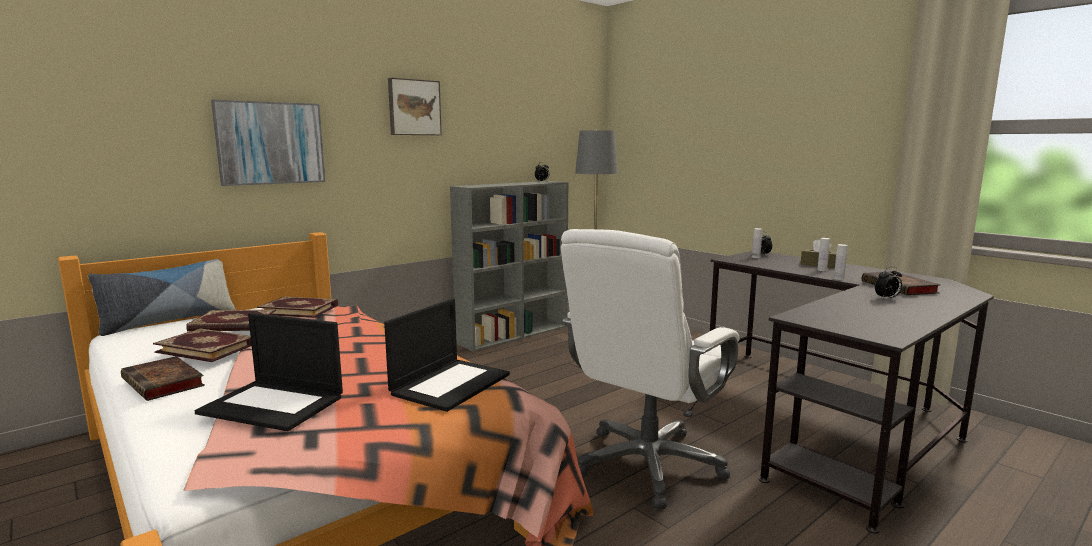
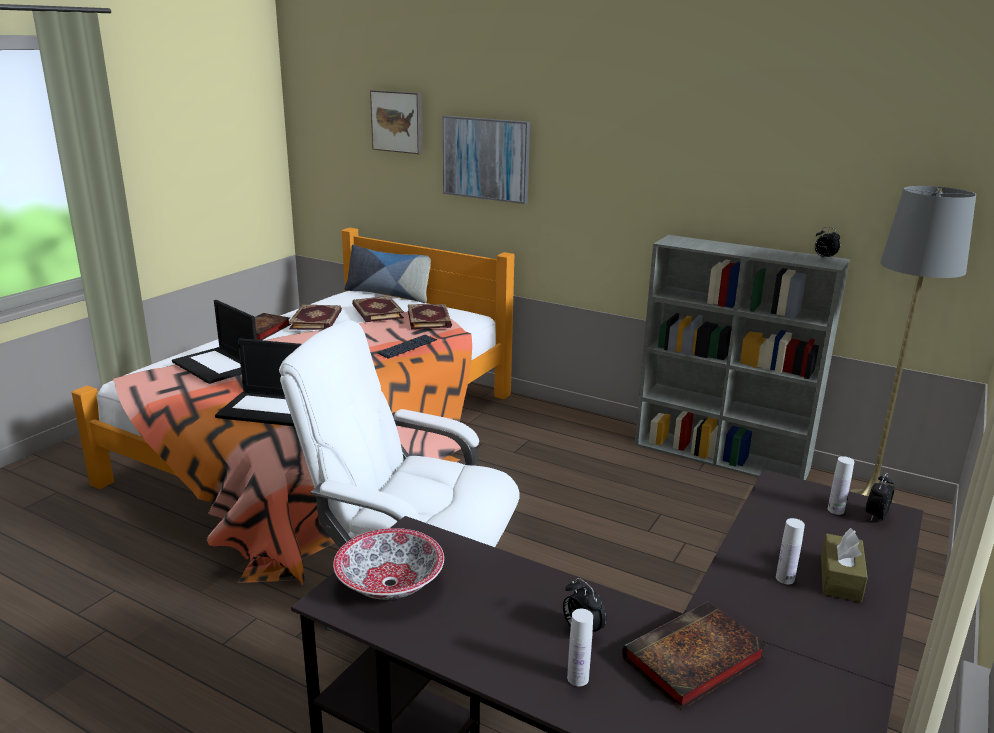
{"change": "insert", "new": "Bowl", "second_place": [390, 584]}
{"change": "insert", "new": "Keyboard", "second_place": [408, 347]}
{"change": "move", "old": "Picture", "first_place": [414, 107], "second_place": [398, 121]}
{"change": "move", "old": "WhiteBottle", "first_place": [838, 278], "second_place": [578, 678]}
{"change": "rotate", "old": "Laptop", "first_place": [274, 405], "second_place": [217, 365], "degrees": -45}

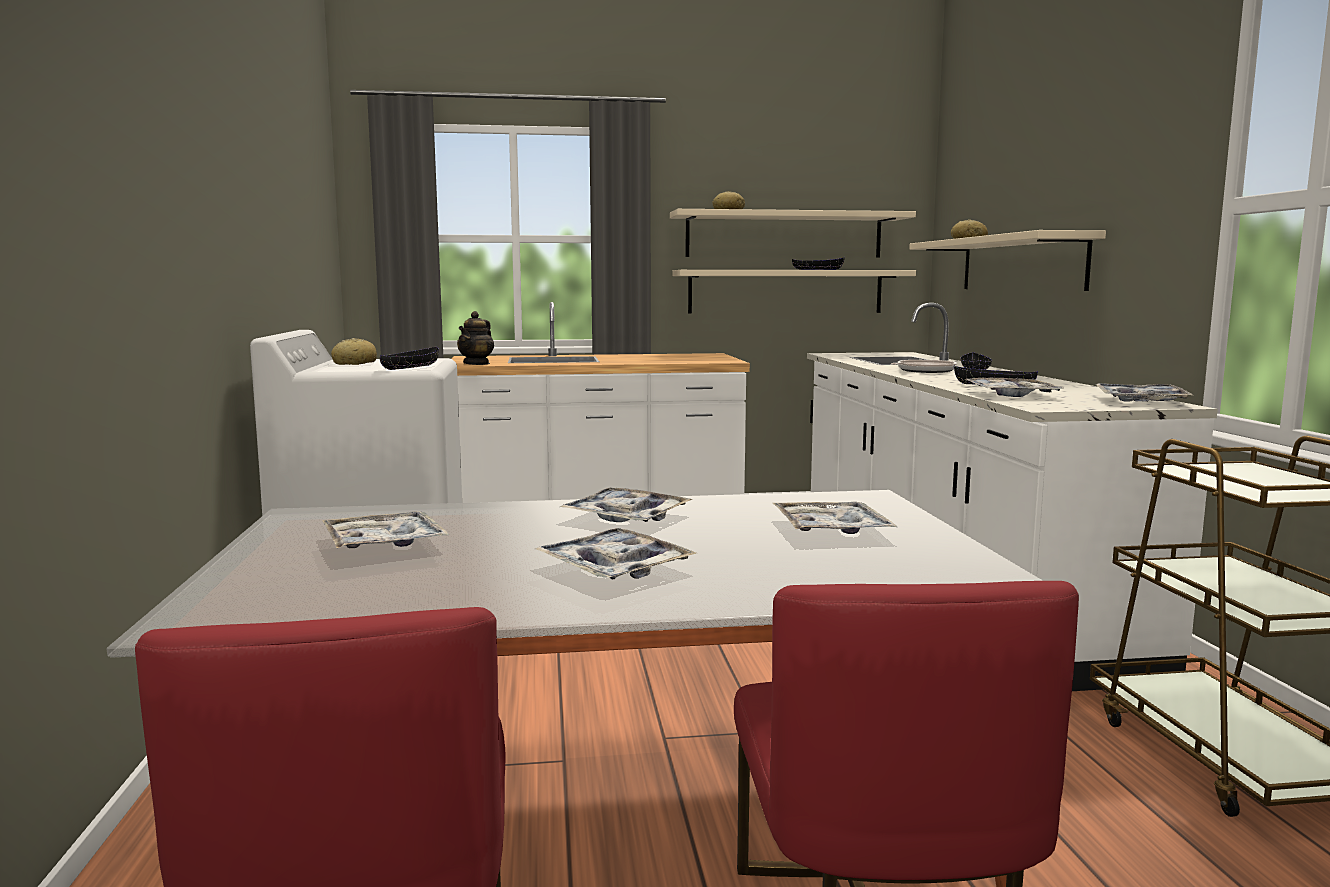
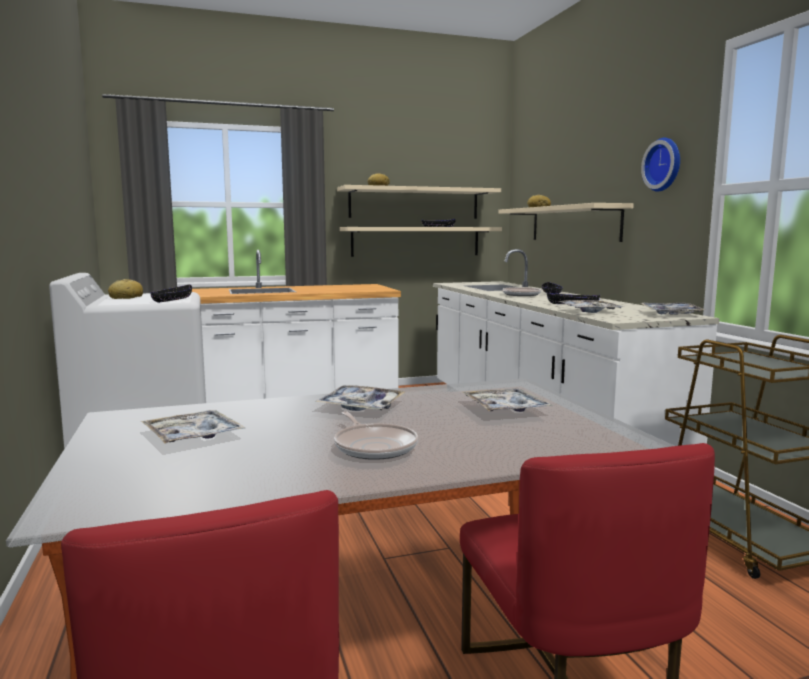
{"change": "delete", "old": "Teapot", "first_place": [477, 364]}
{"change": "insert", "new": "WallClock", "second_place": [664, 164]}
{"change": "replace", "old": "Tray", "new": "FryingPan", "first_place": [614, 568], "second_place": [374, 446]}

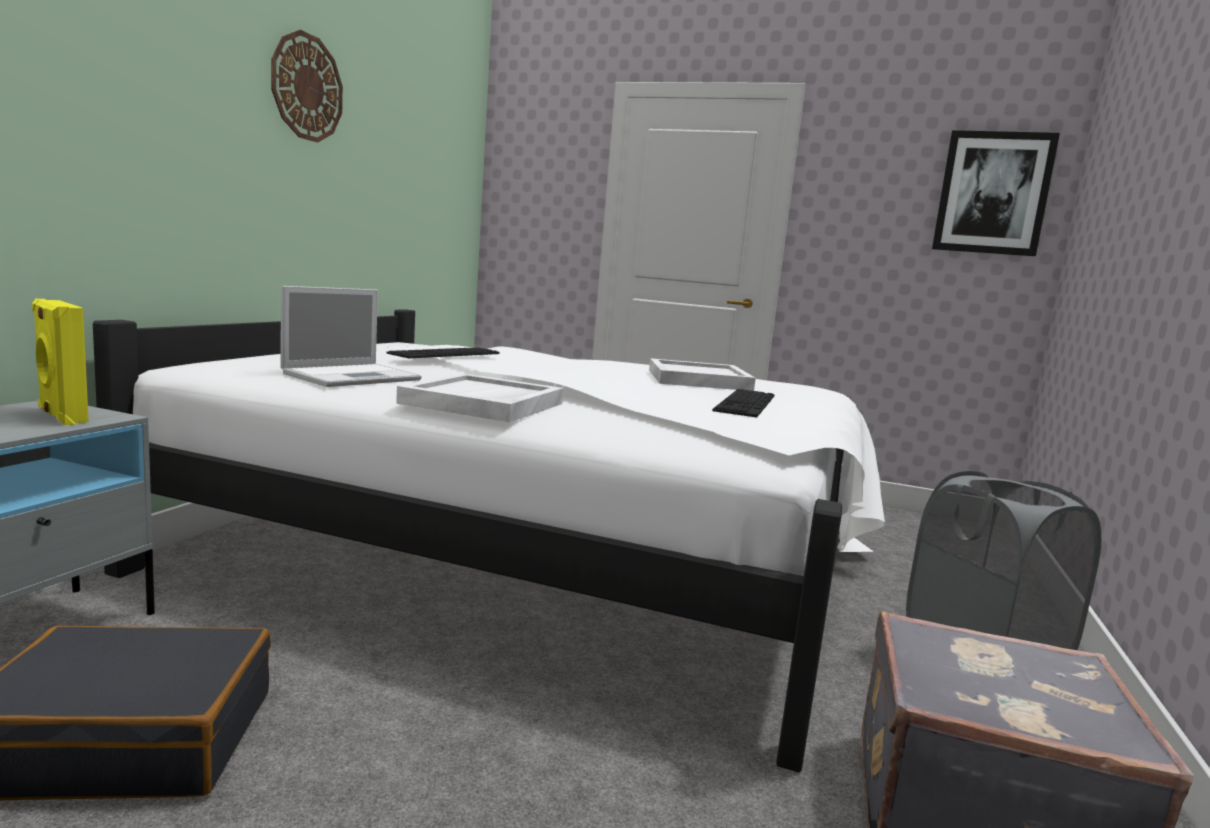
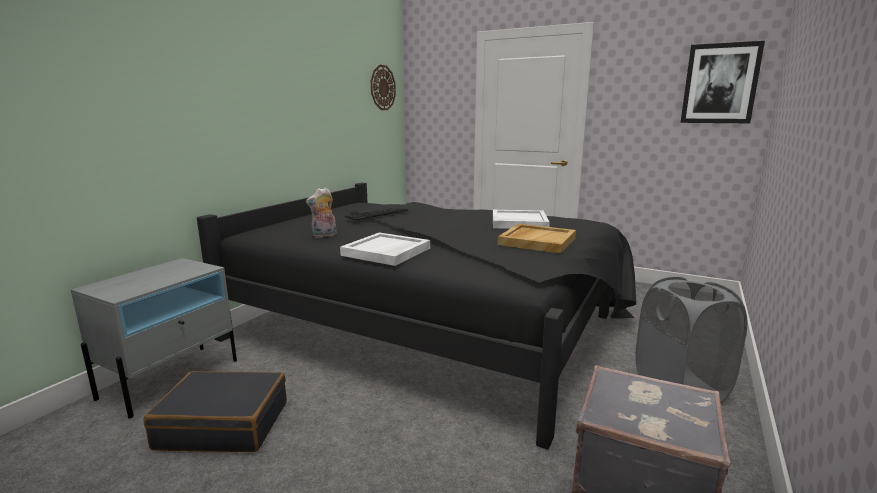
{"change": "delete", "old": "YellowSpeaker", "first_place": [61, 416]}
{"change": "move", "old": "WallClock", "first_place": [307, 87], "second_place": [382, 87]}
{"change": "replace", "old": "Laptop", "new": "PlushToy", "first_place": [354, 376], "second_place": [324, 236]}
{"change": "replace", "old": "Keyboard", "new": "BeigeTray", "first_place": [745, 403], "second_place": [537, 241]}
{"change": "recolor", "old": "WhiteBed", "new": "BlackBed", "first_place": [545, 555], "second_place": [436, 324]}

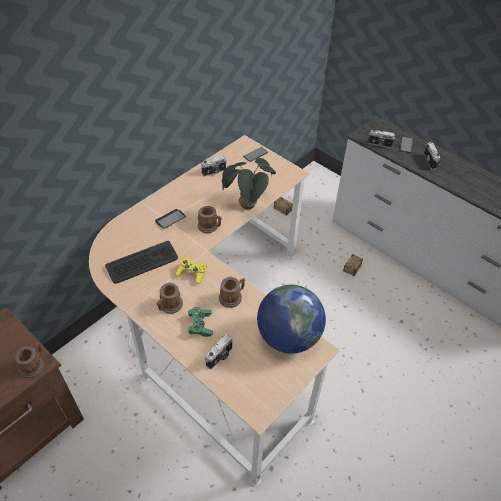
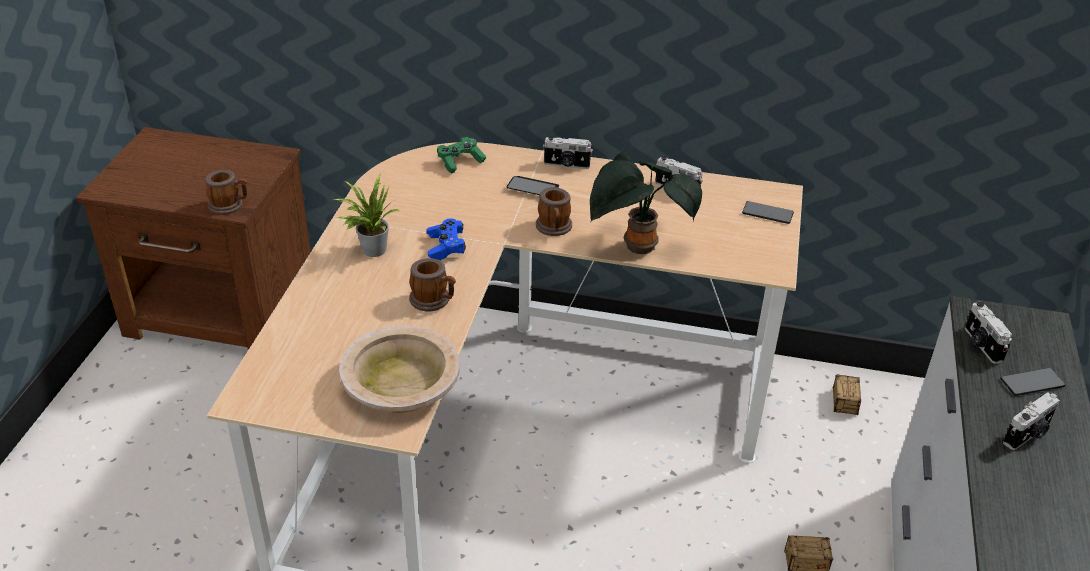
{"change": "delete", "old": "Keyboard", "first_place": [142, 263]}
{"change": "move", "old": "GreenGameController", "first_place": [200, 325], "second_place": [460, 162]}
{"change": "move", "old": "PhotoCamera", "first_place": [220, 357], "second_place": [566, 165]}
{"change": "replace", "old": "Mug", "new": "PottedPlant", "first_place": [169, 306], "second_place": [370, 249]}
{"change": "replace", "old": "Globe", "new": "BeigeBowl", "first_place": [288, 337], "second_place": [400, 384]}
{"change": "recolor", "old": "YellowGameController", "new": "BlueGameController", "first_place": [192, 274], "second_place": [446, 247]}

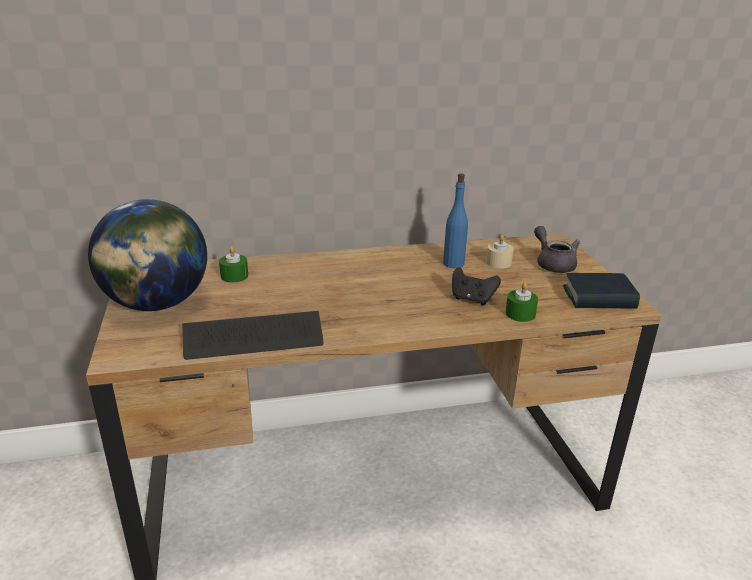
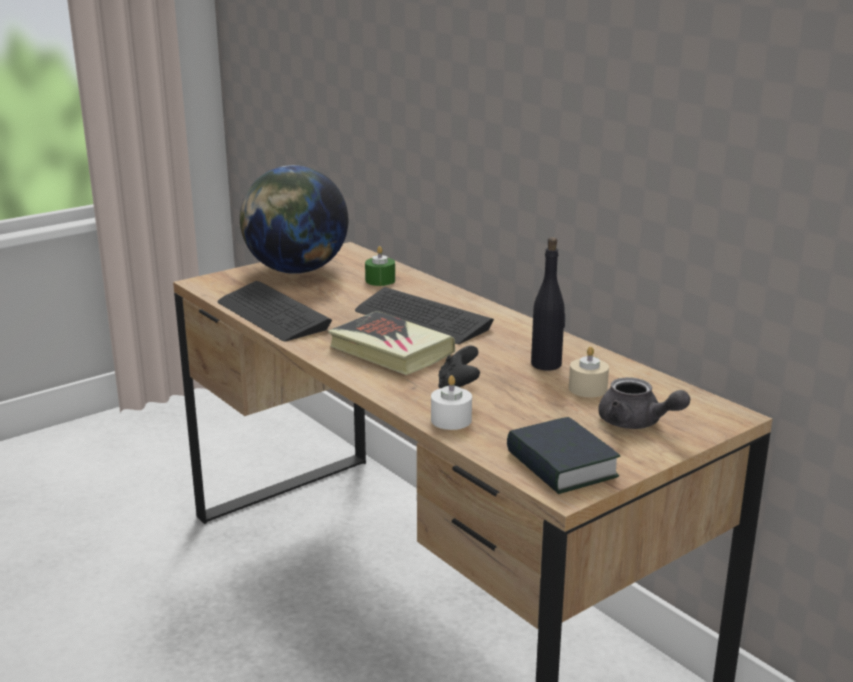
{"change": "insert", "new": "Book", "second_place": [391, 350]}
{"change": "insert", "new": "Keyboard", "second_place": [422, 319]}
{"change": "recolor", "old": "BlueBottle", "new": "BlackBottle", "first_place": [453, 263], "second_place": [546, 364]}
{"change": "recolor", "old": "GreenCandle", "new": "WhiteCandle", "first_place": [520, 314], "second_place": [451, 420]}
{"change": "rotate", "old": "GreyTeapot", "first_place": [553, 264], "second_place": [636, 423], "degrees": 90}

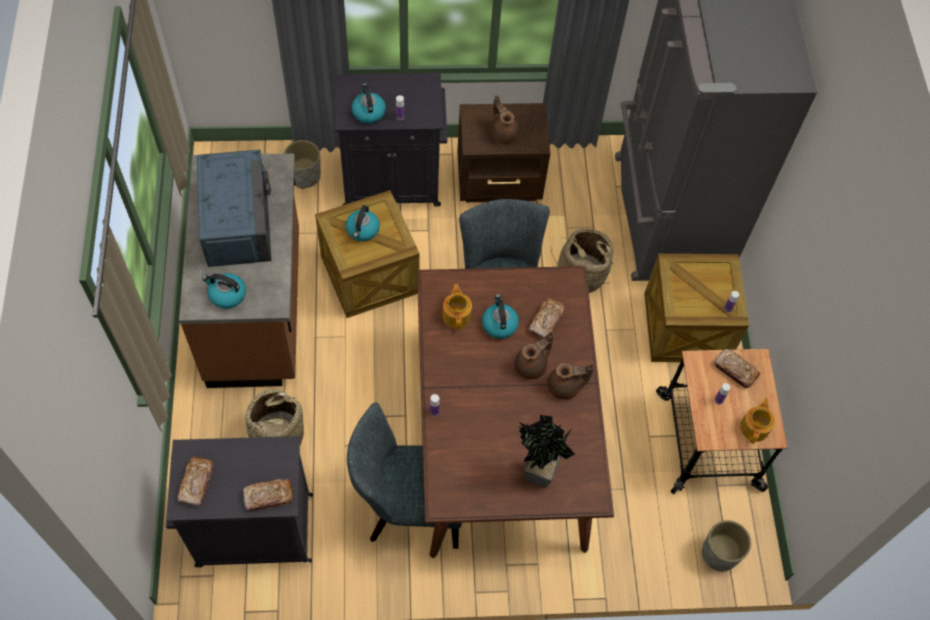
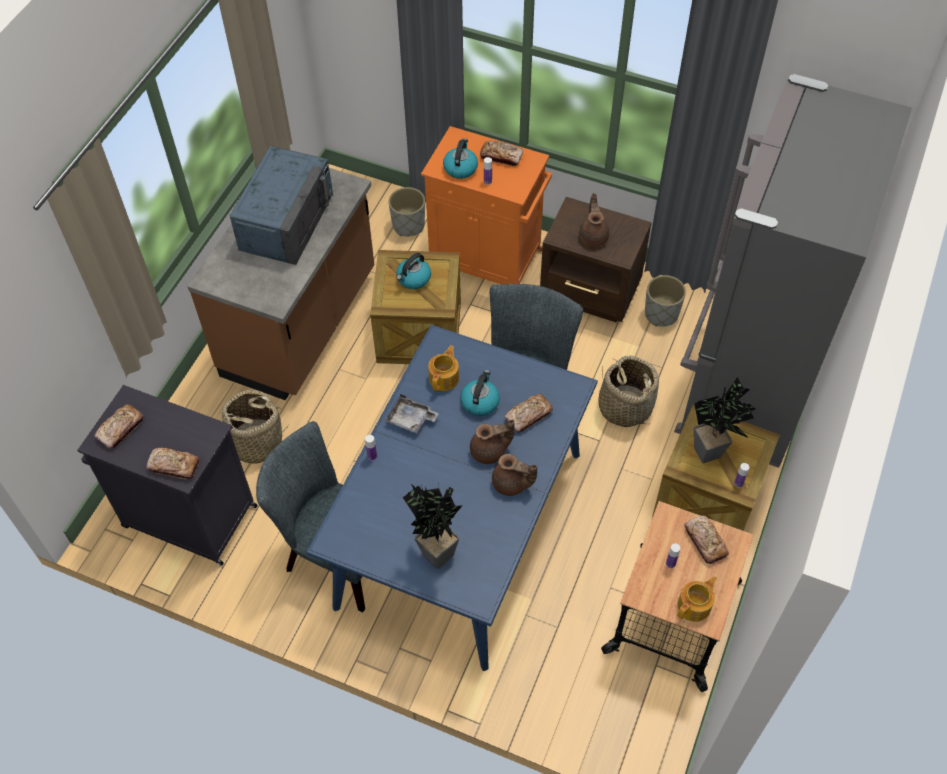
{"change": "delete", "old": "Kettle", "first_place": [227, 295]}
{"change": "insert", "new": "GreyTray", "second_place": [410, 419]}
{"change": "insert", "new": "Bread", "second_place": [501, 156]}
{"change": "insert", "new": "PottedPlant", "second_place": [712, 453]}
{"change": "move", "old": "GreyPlanter", "first_place": [719, 554], "second_place": [661, 314]}
{"change": "recolor", "old": "BlackCabinet", "new": "OrangeCabinet", "first_place": [393, 182], "second_place": [487, 259]}
{"change": "recolor", "old": "BrownDiningTable", "new": "BlueDiningTable", "first_place": [502, 439], "second_place": [461, 530]}

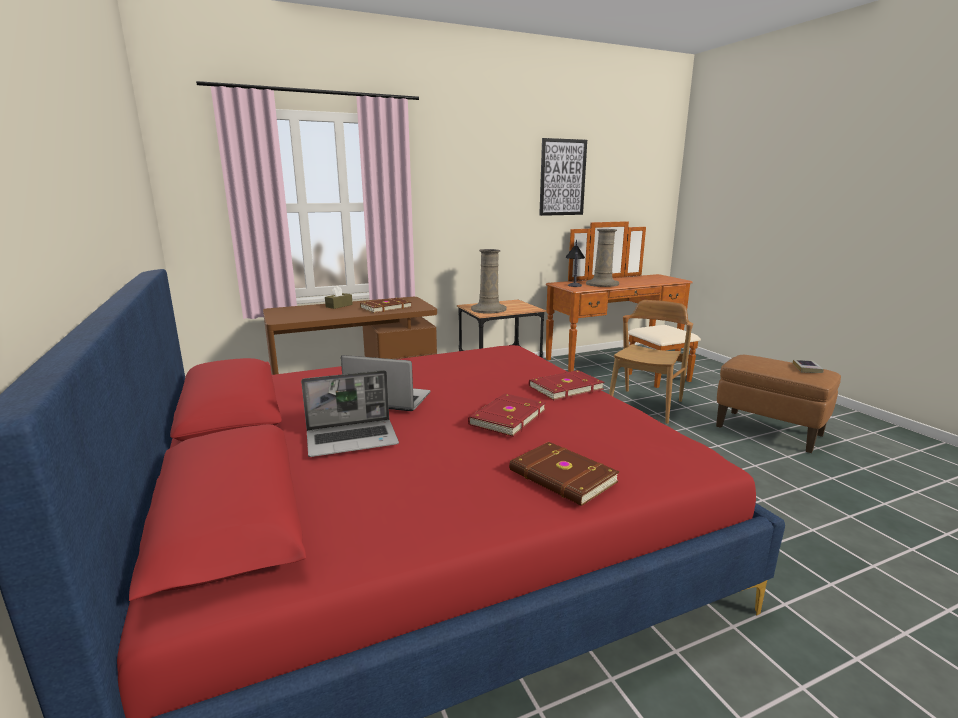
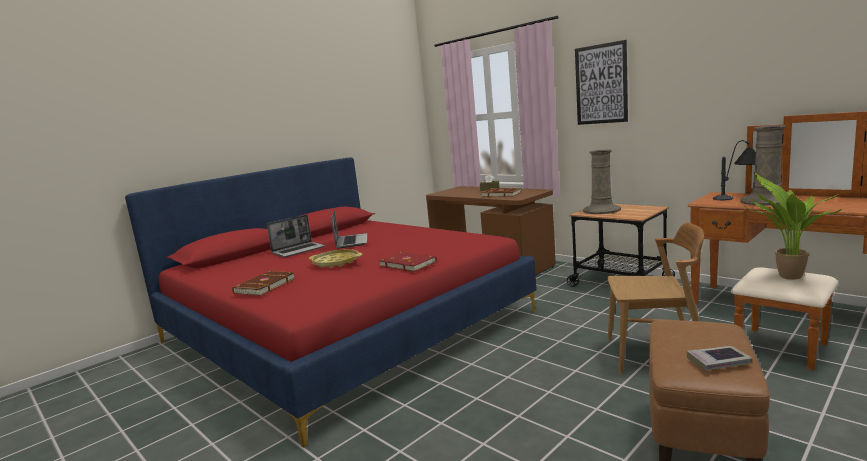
{"change": "insert", "new": "PottedPlant", "second_place": [787, 277]}
{"change": "move", "old": "Picture", "first_place": [562, 177], "second_place": [601, 84]}
{"change": "replace", "old": "RedBook", "new": "YellowTray", "first_place": [506, 417], "second_place": [336, 262]}
{"change": "rotate", "old": "Laptop", "first_place": [353, 439], "second_place": [299, 250], "degrees": -90}

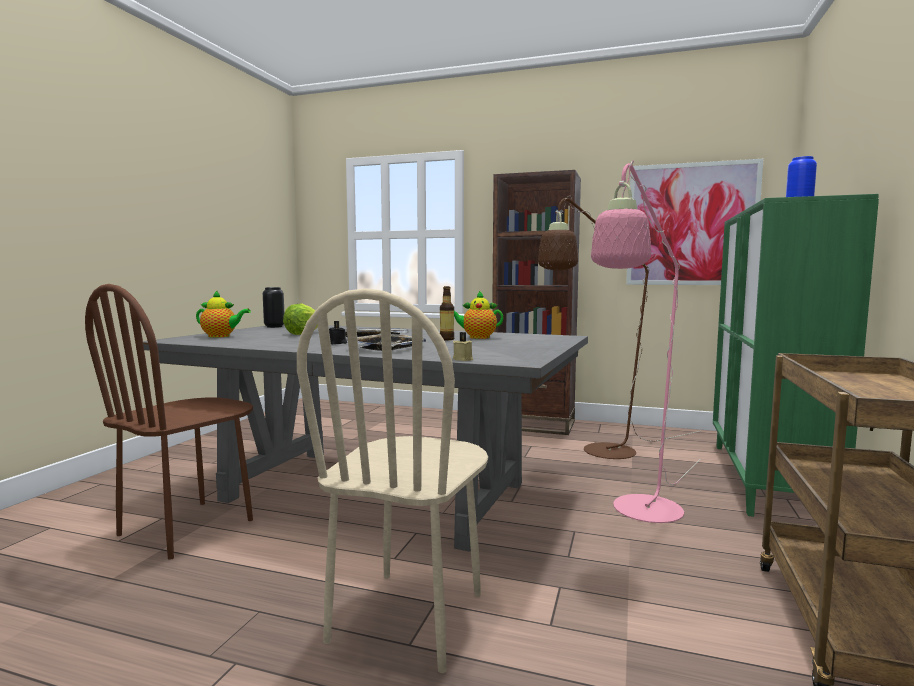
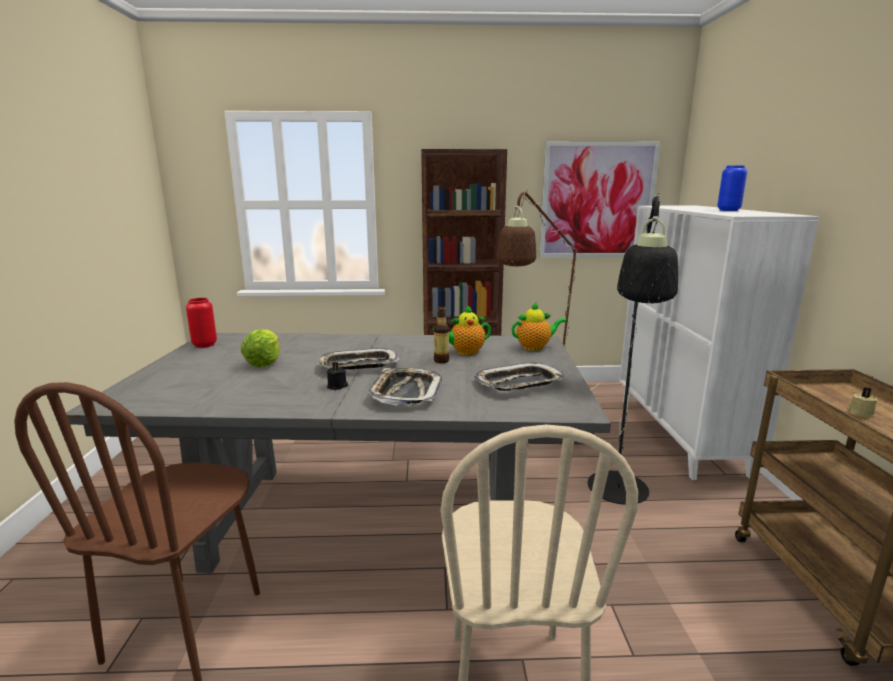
{"change": "insert", "new": "Tray", "second_place": [519, 383]}
{"change": "move", "old": "Teapot", "first_place": [221, 336], "second_place": [535, 347]}
{"change": "move", "old": "BeigeCandle", "first_place": [463, 359], "second_place": [859, 413]}
{"change": "recolor", "old": "BlackVase", "new": "RedVase", "first_place": [274, 326], "second_place": [204, 345]}
{"change": "recolor", "old": "PinkFloorLamp", "new": "BlackFloorLamp", "first_place": [642, 514], "second_place": [618, 496]}
{"change": "recolor", "old": "GreenCabinet", "new": "WhiteCabinet", "first_place": [766, 480], "second_place": [679, 434]}

